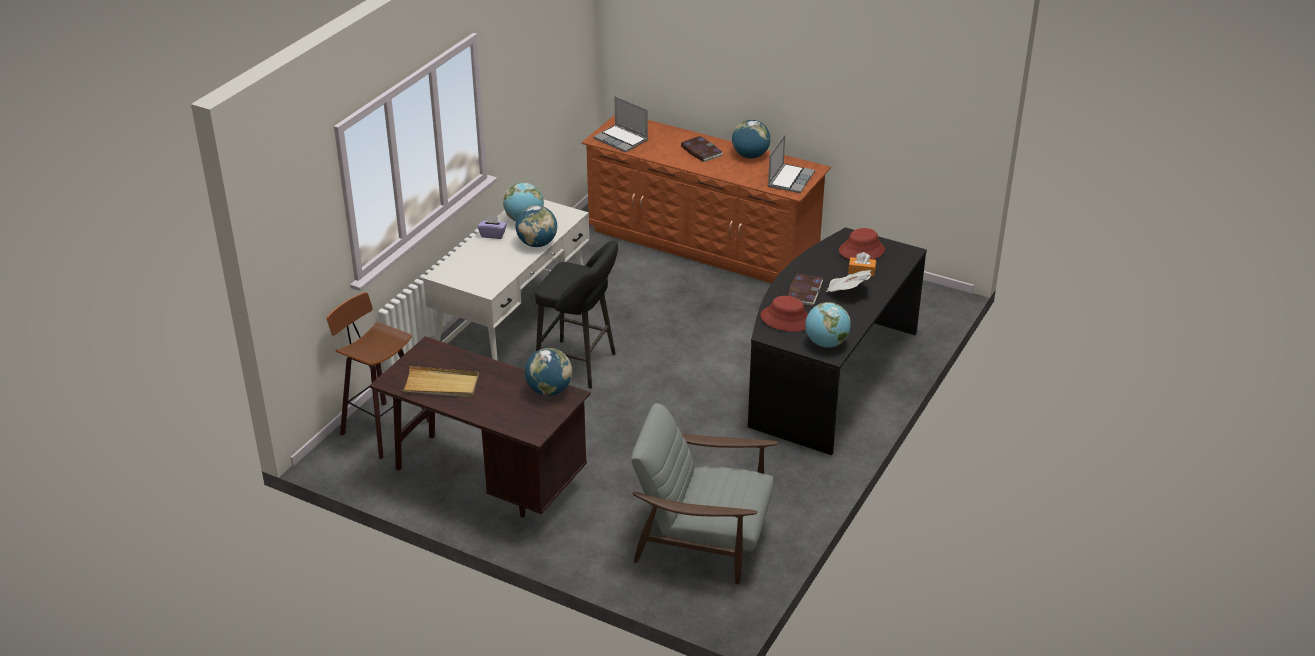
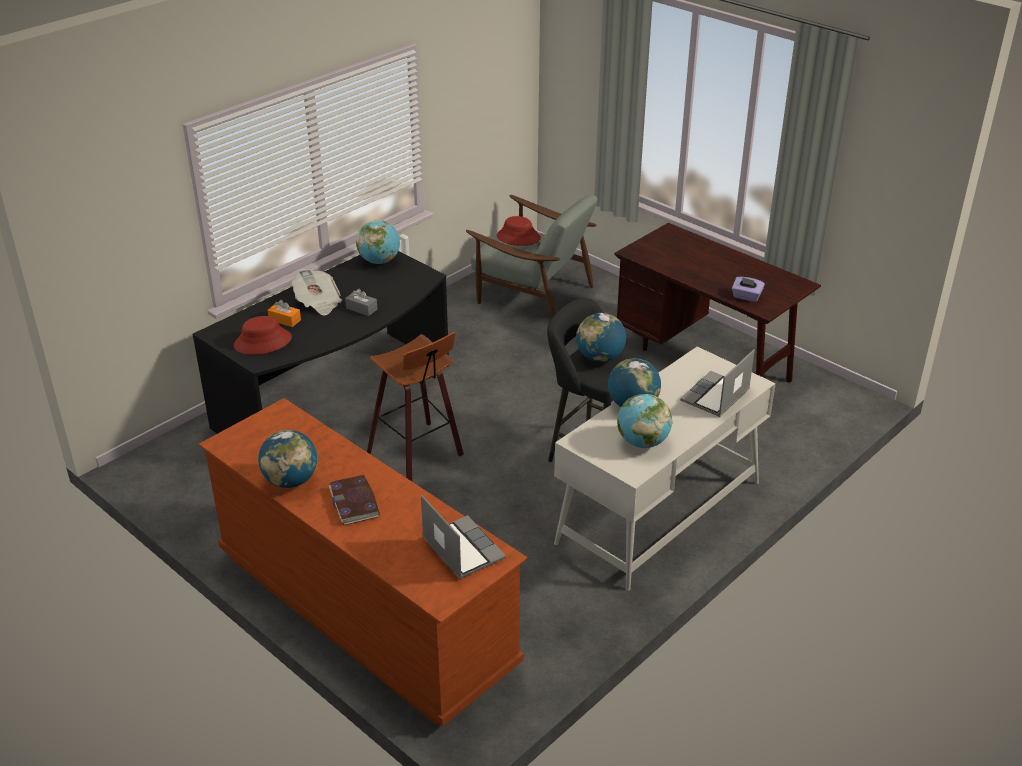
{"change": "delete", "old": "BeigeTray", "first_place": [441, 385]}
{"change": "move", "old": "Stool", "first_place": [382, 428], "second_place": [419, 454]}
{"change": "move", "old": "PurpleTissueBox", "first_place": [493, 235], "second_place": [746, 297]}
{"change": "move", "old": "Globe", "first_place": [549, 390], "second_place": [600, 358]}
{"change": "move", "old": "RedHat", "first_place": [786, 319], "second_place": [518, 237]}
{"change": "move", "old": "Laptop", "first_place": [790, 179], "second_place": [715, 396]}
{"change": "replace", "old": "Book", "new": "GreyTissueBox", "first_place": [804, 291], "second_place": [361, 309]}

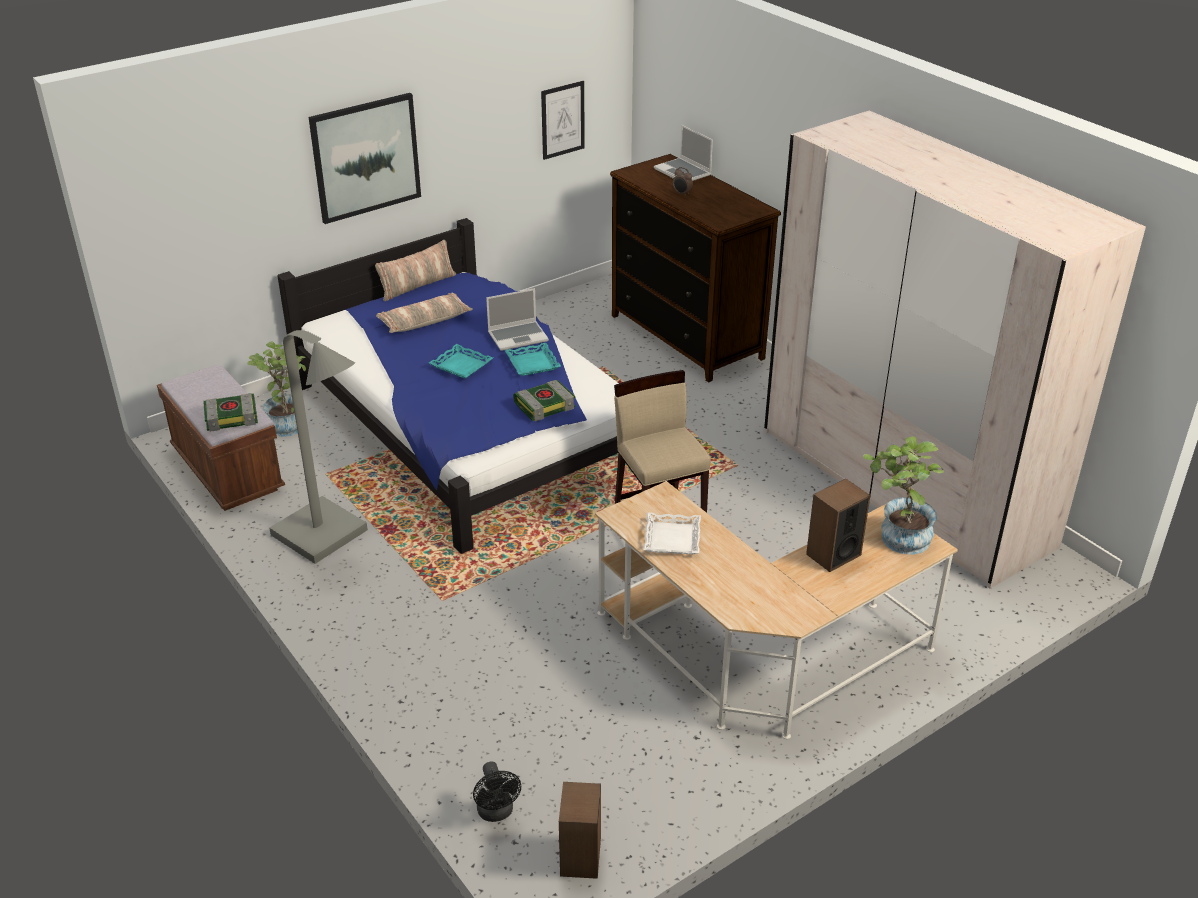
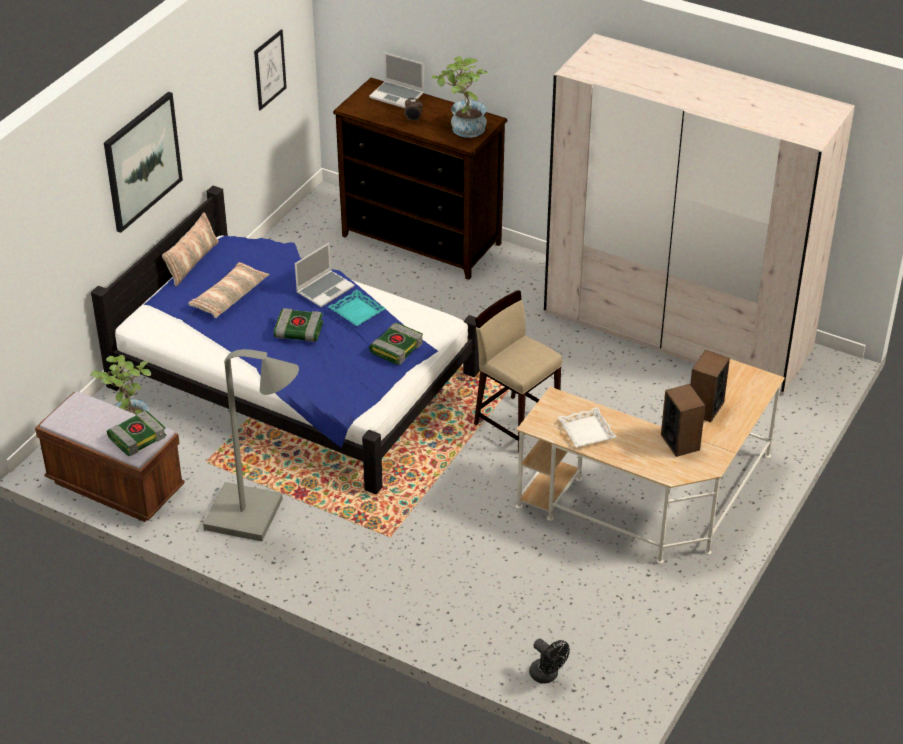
{"change": "move", "old": "Speaker", "first_place": [581, 857], "second_place": [680, 442]}
{"change": "move", "old": "PottedPlant", "first_place": [897, 538], "second_place": [463, 129]}
{"change": "replace", "old": "TurquoiseTray", "new": "Book", "first_place": [461, 365], "second_place": [298, 331]}

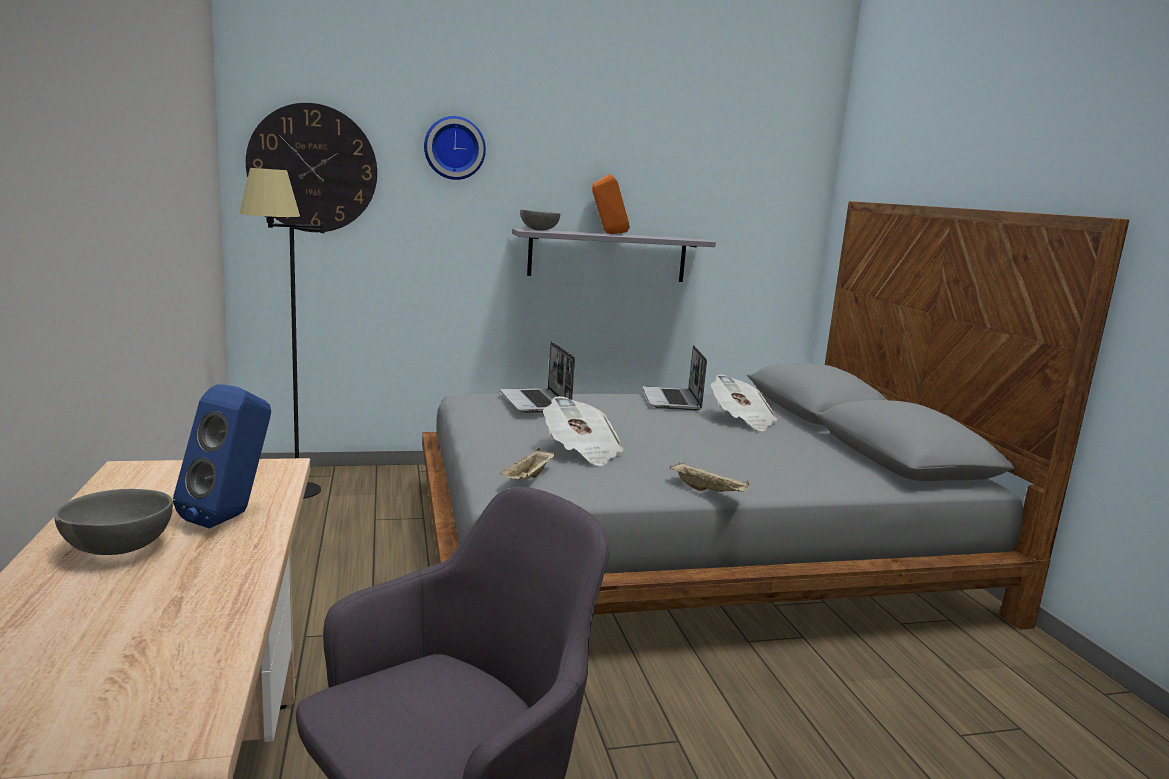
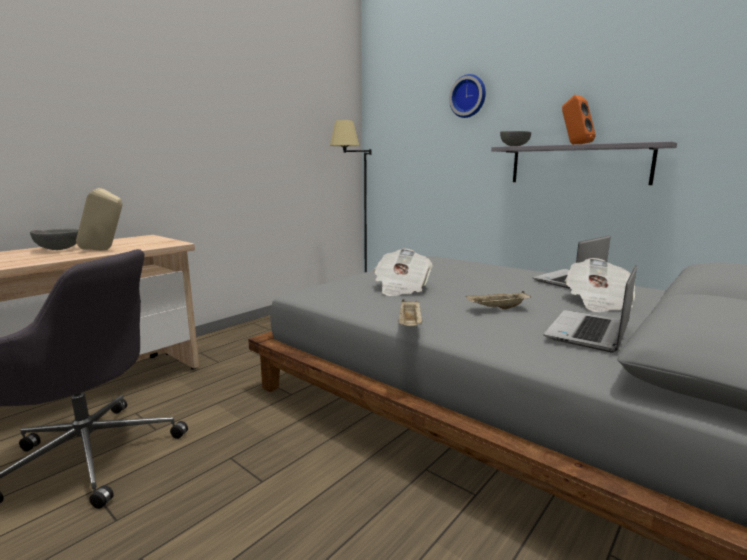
{"change": "delete", "old": "WallClock", "first_place": [313, 168]}
{"change": "move", "old": "Laptop", "first_place": [536, 402], "second_place": [589, 333]}
{"change": "move", "old": "BeigeTray", "first_place": [528, 478], "second_place": [497, 308]}
{"change": "recolor", "old": "BlueSpeaker", "new": "BeigeSpeaker", "first_place": [231, 517], "second_place": [105, 250]}

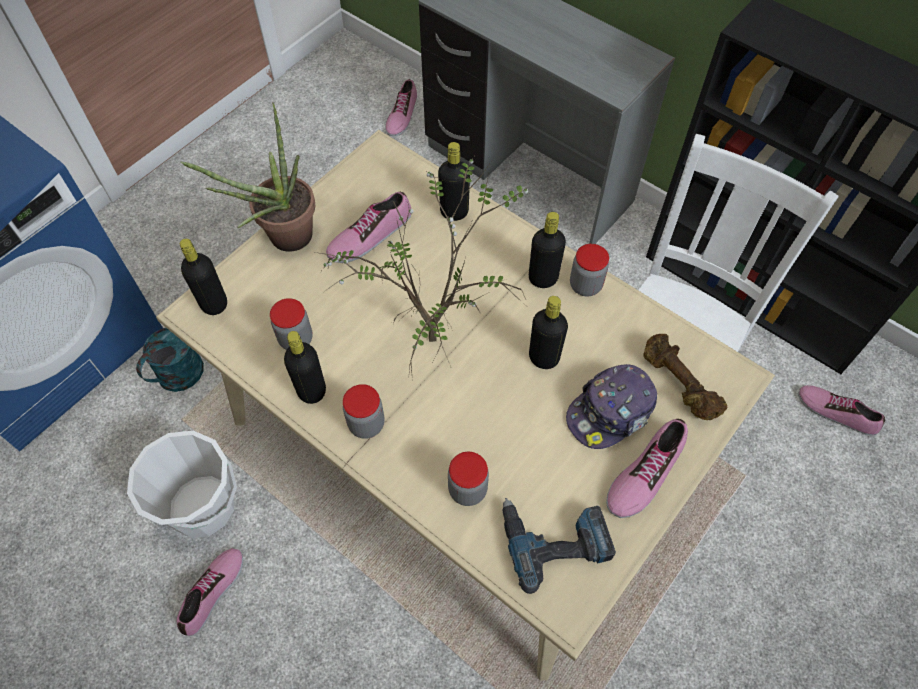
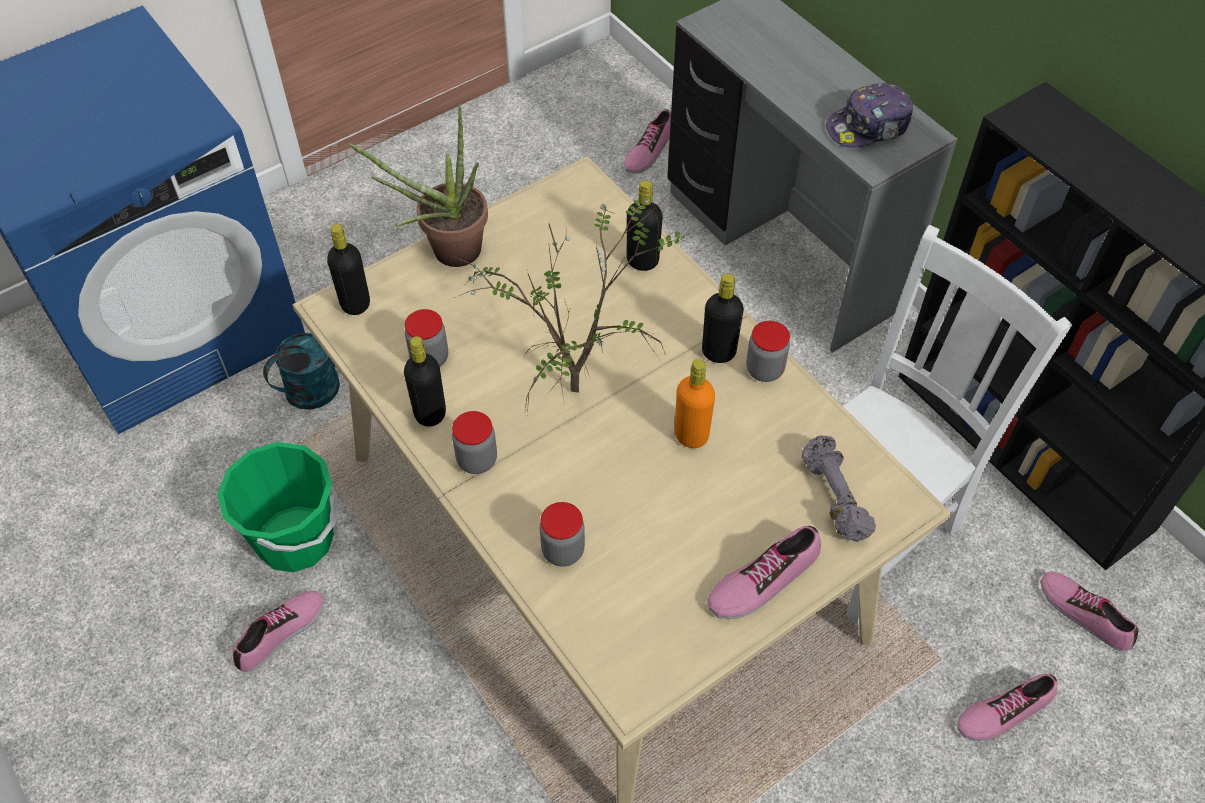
{"change": "delete", "old": "PowerDrill", "first_place": [554, 538]}
{"change": "move", "old": "Shoe", "first_place": [370, 235], "second_place": [1003, 710]}
{"change": "move", "old": "Cap", "first_place": [610, 412], "second_place": [868, 127]}
{"change": "recolor", "old": "WhiteBucket", "new": "GreenBucket", "first_place": [203, 506], "second_place": [295, 539]}
{"change": "recolor", "old": "BlackBottle", "new": "OrangeBottle", "first_place": [544, 357], "second_place": [691, 435]}
{"change": "recolor", "old": "BrownDumbbell", "new": "GreyDumbbell", "first_place": [677, 384], "second_place": [833, 497]}

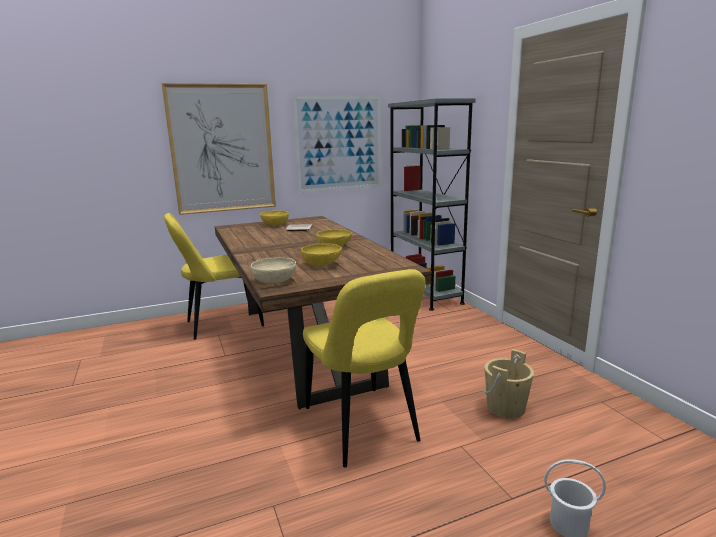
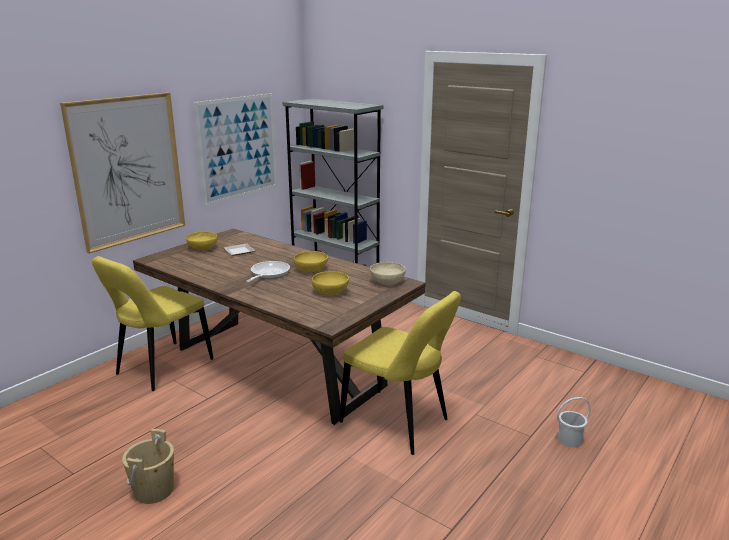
{"change": "insert", "new": "FryingPan", "second_place": [268, 274]}
{"change": "move", "old": "BeigeBowl", "first_place": [275, 281], "second_place": [387, 282]}
{"change": "move", "old": "BeigeBucket", "first_place": [505, 408], "second_place": [154, 490]}

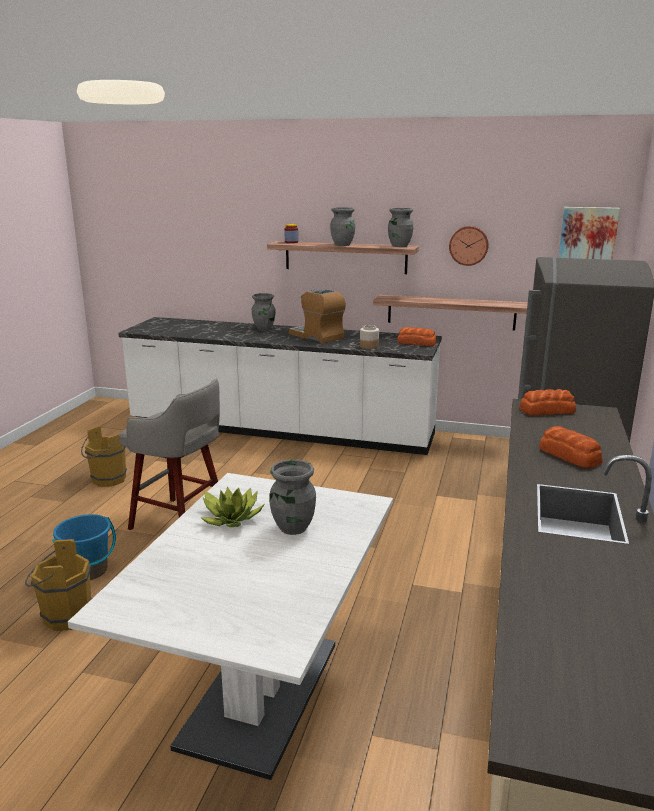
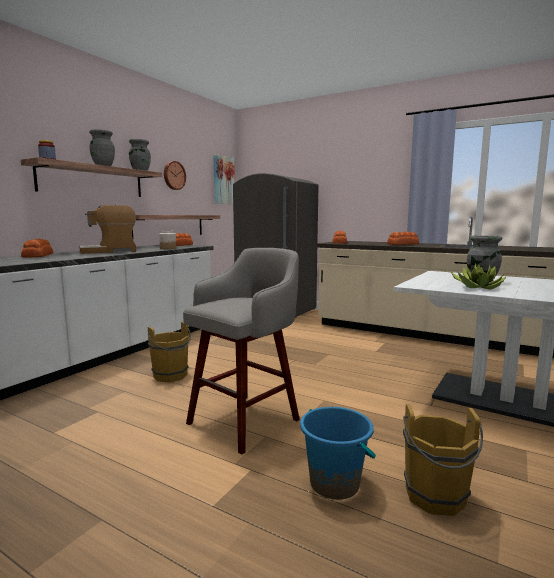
{"change": "move", "old": "BrownBucket", "first_place": [106, 480], "second_place": [171, 377]}
{"change": "replace", "old": "GreyVase", "new": "Bread", "first_place": [264, 328], "second_place": [38, 255]}

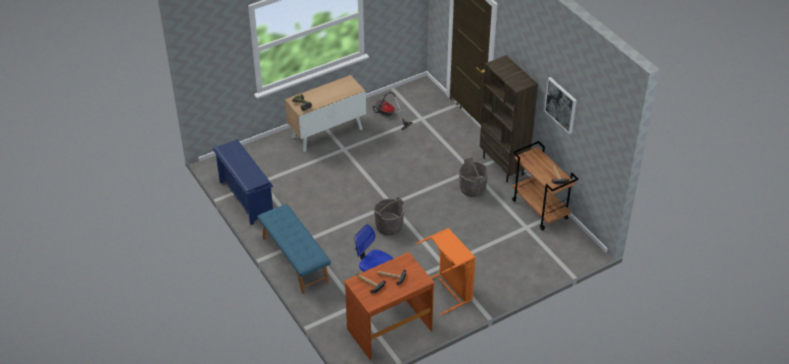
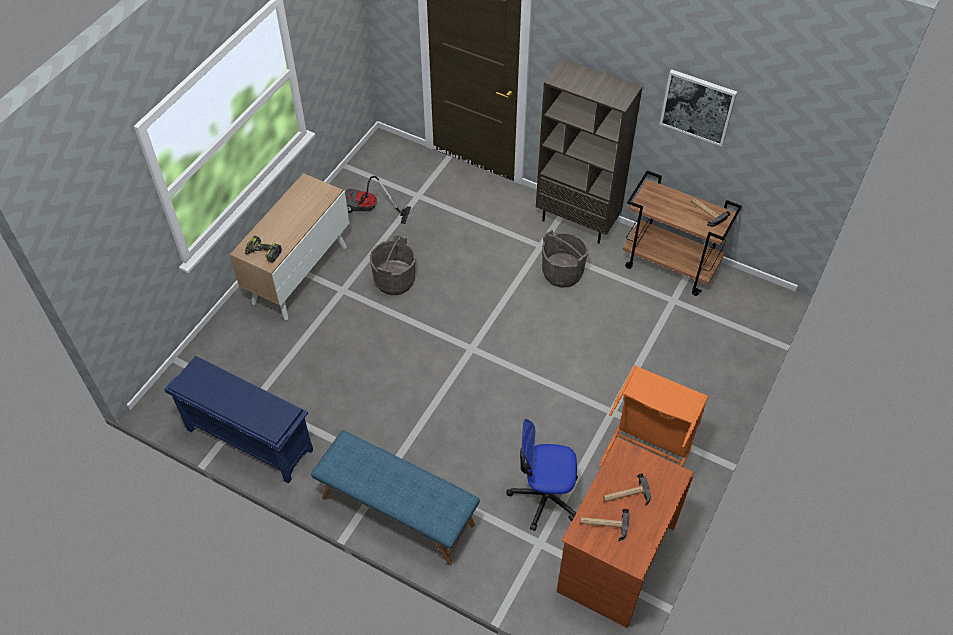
{"change": "move", "old": "GreyBucket", "first_place": [389, 226], "second_place": [394, 280]}

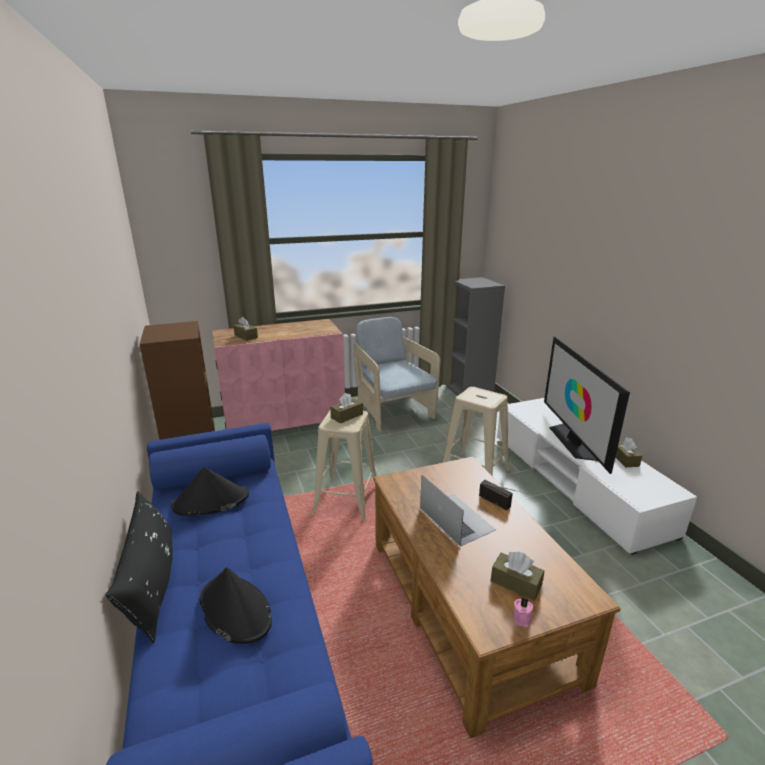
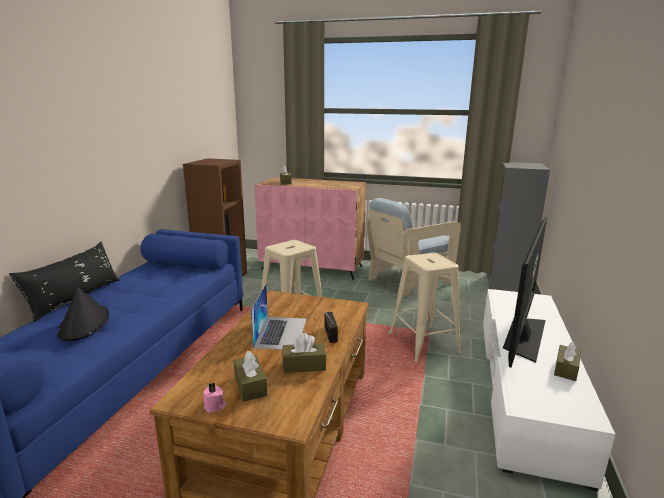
{"change": "delete", "old": "BlackHat", "first_place": [210, 501]}
{"change": "move", "old": "BrownTissueBox", "first_place": [347, 416], "second_place": [304, 365]}
{"change": "rotate", "old": "BeigeArmchair", "first_place": [393, 412], "second_place": [409, 280], "degrees": -135}

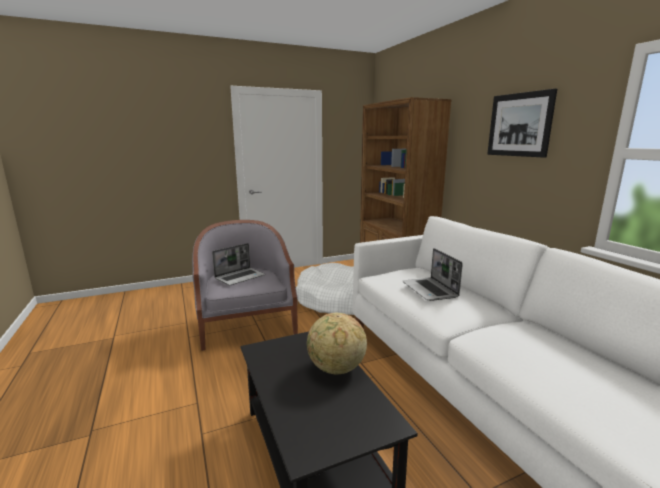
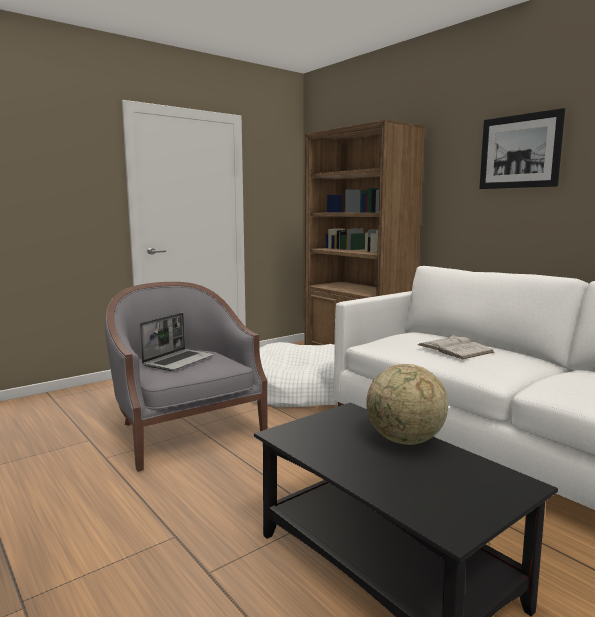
{"change": "replace", "old": "Laptop", "new": "WhiteBook", "first_place": [430, 290], "second_place": [455, 348]}

